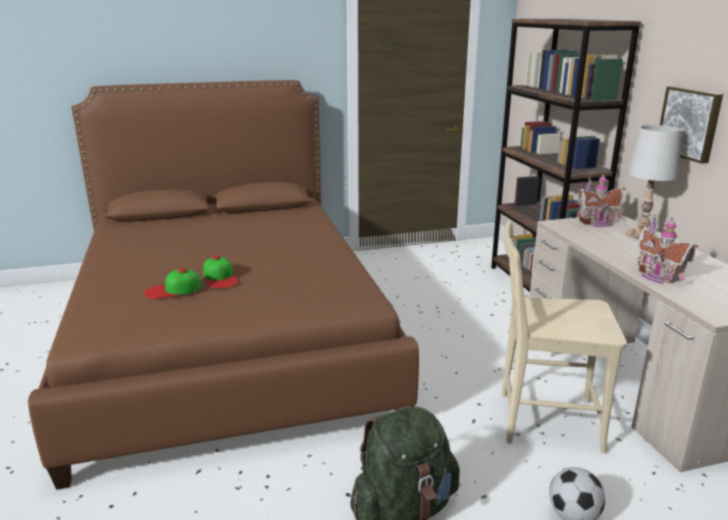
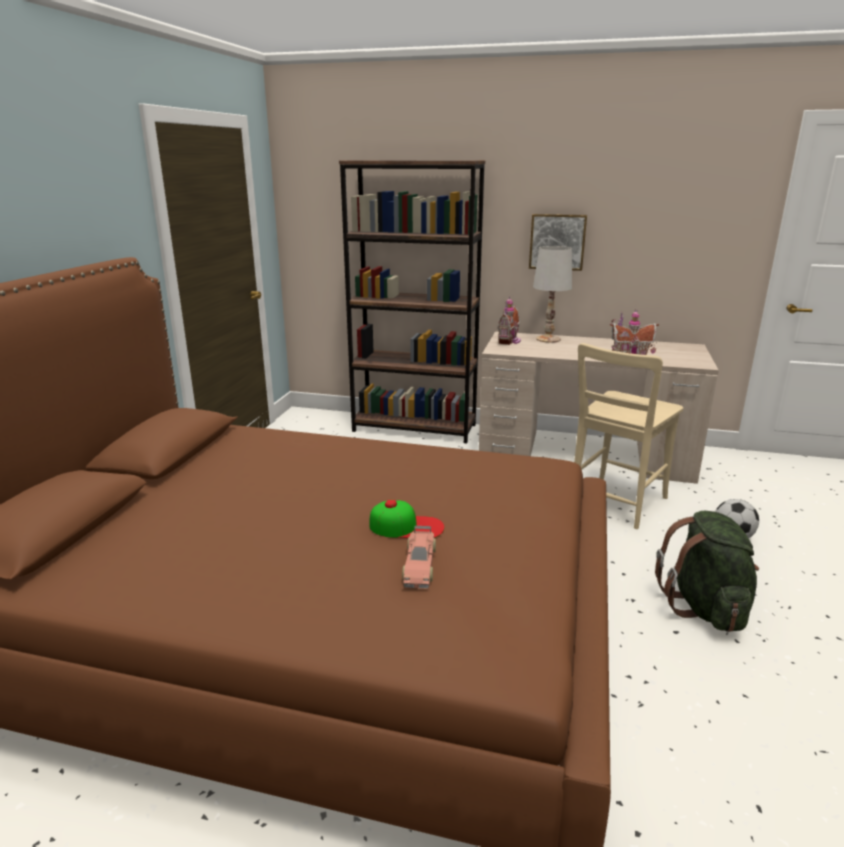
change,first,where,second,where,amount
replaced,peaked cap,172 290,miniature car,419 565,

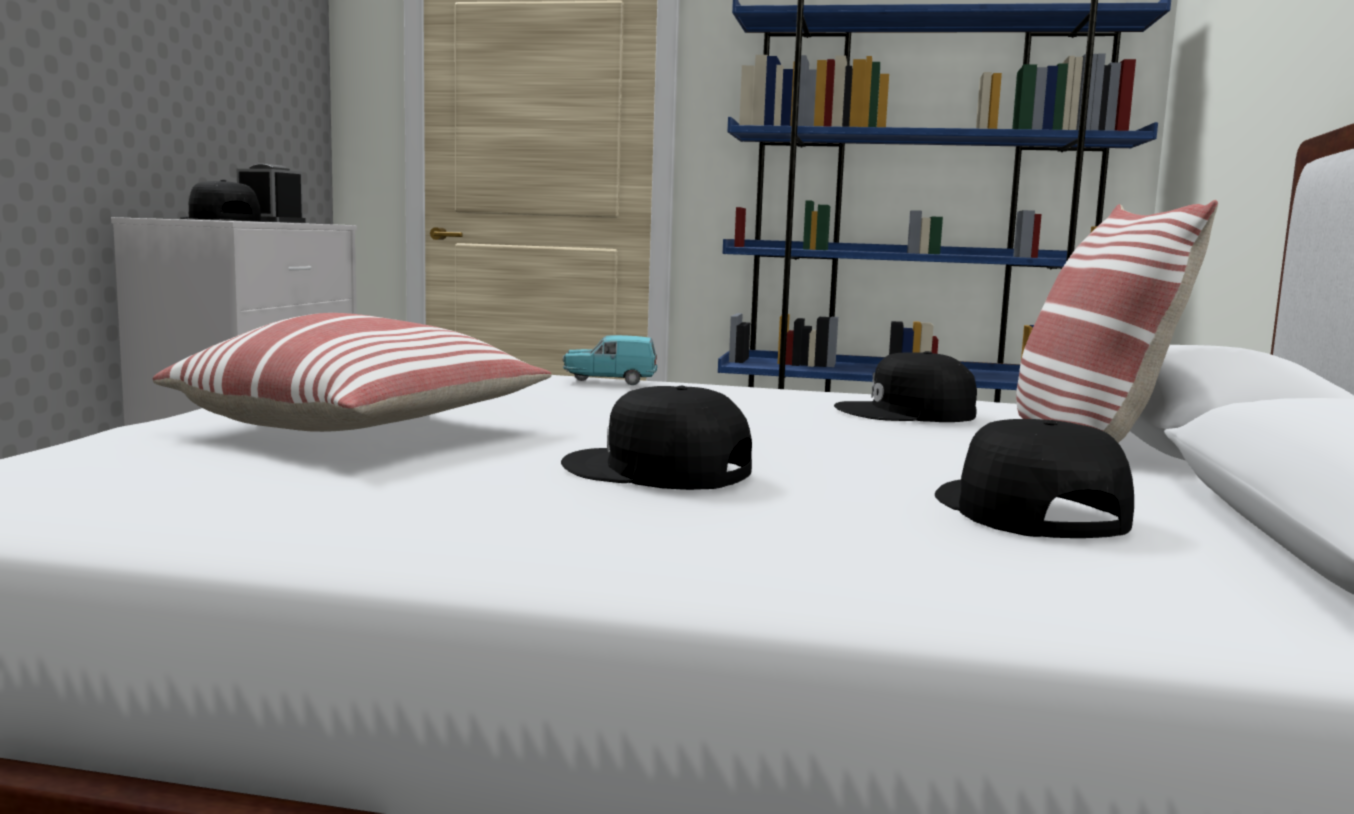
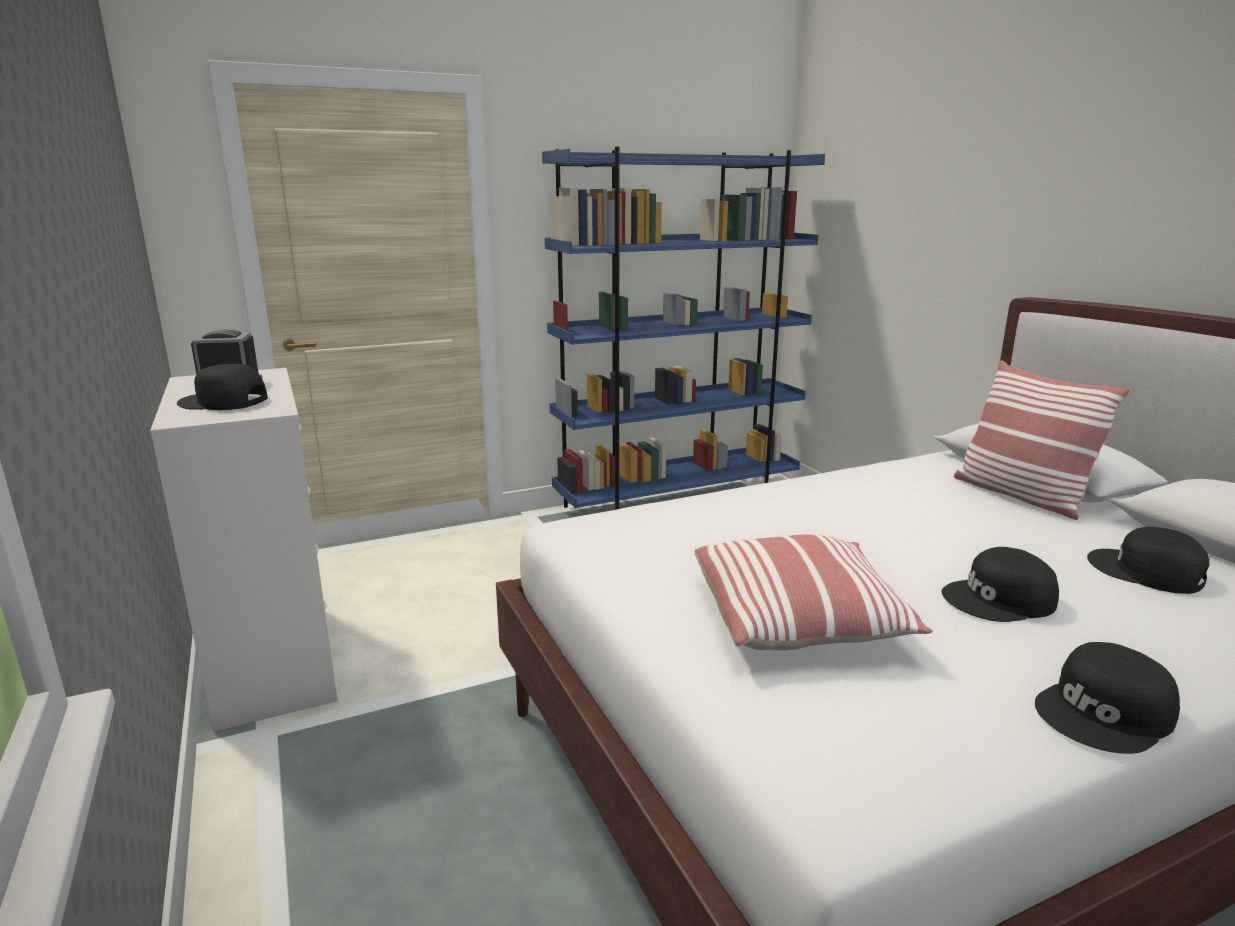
change,first,where,second,where,amount
moved,blackish peaked cap,907 413,,1106 713,
removed,turquoise-coloured miniature car,610 381,,,

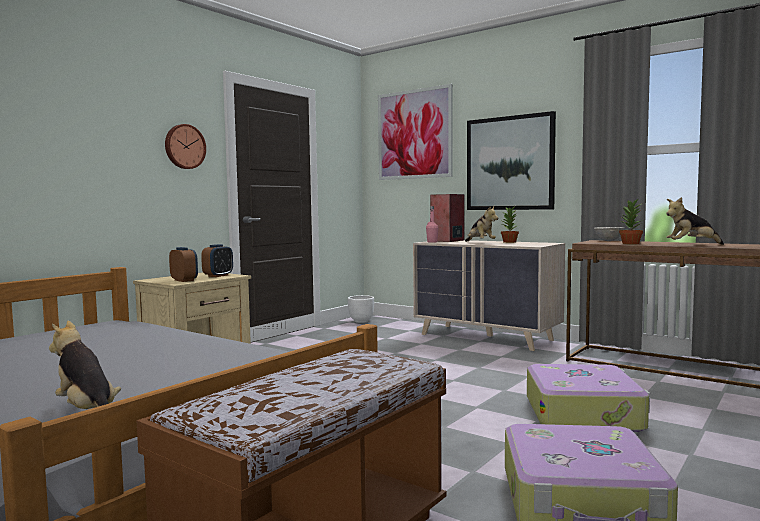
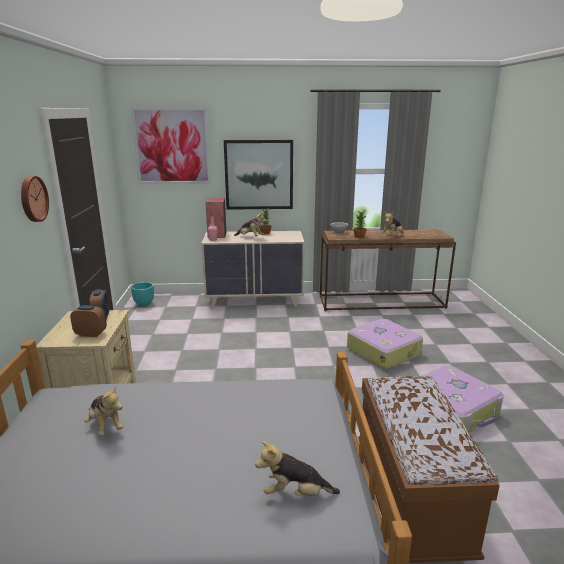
change,first,where,second,where,amount
added,,,cuddly toy,105 426,
recoloured,white-coloured planter,361 321,turquoise-coloured planter,144 304,

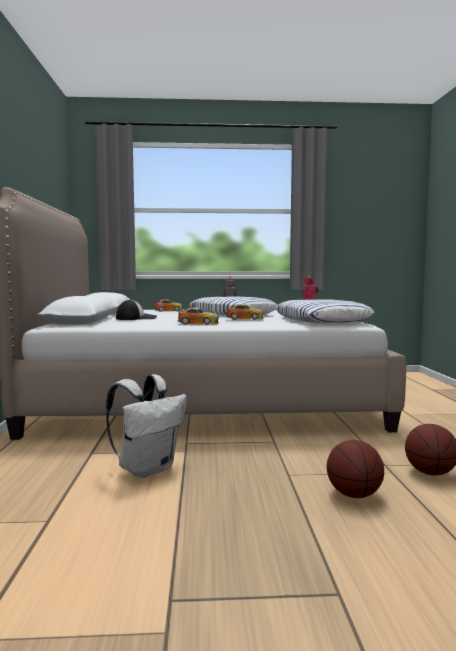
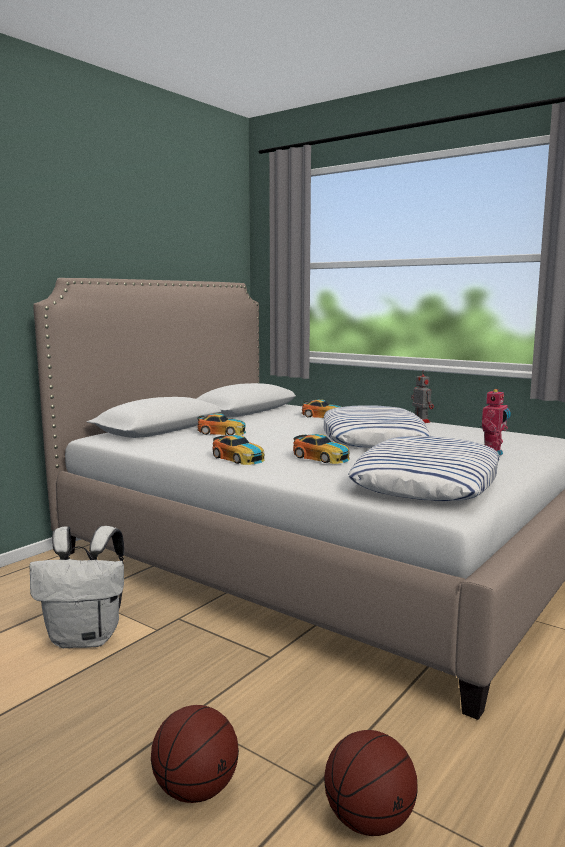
change,first,where,second,where,amount
replaced,peaked cap,136 318,miniature car,222 432,

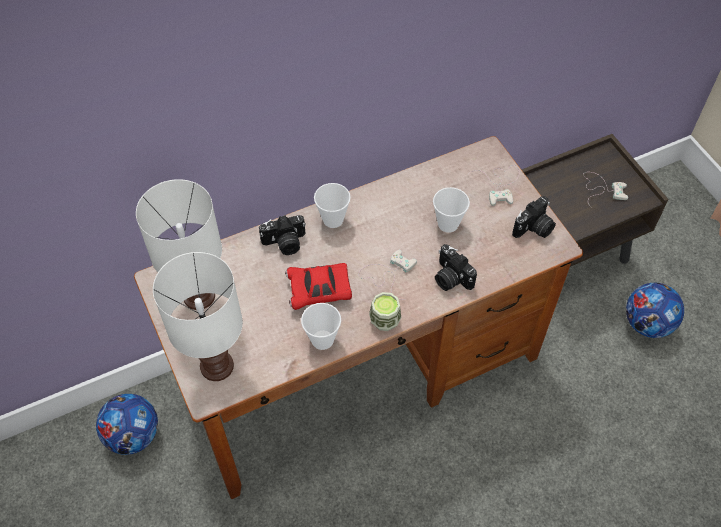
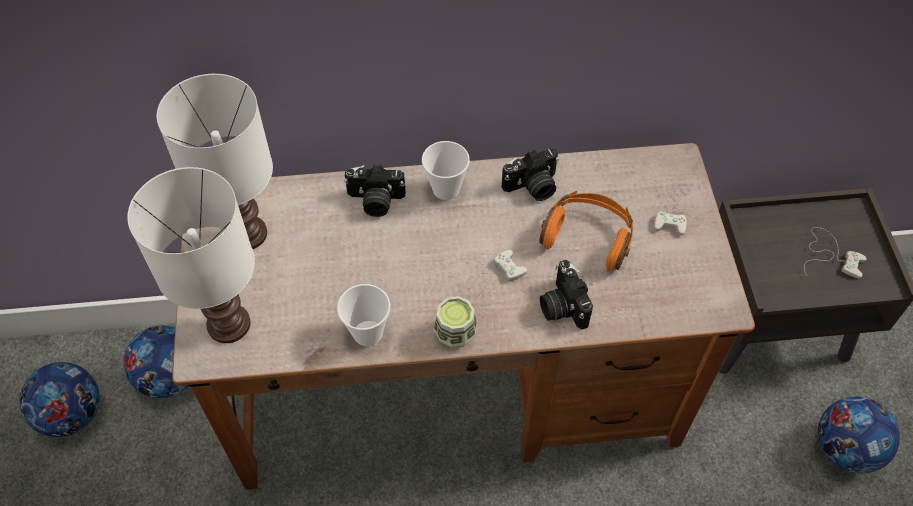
change,first,where,second,where,amount
added,,,football,72 414,
moved,still camera,534 228,,532 187,
replaced,cup,448 224,orangey headset,588 237,
removed,red-coloured miniature car,319 291,,,

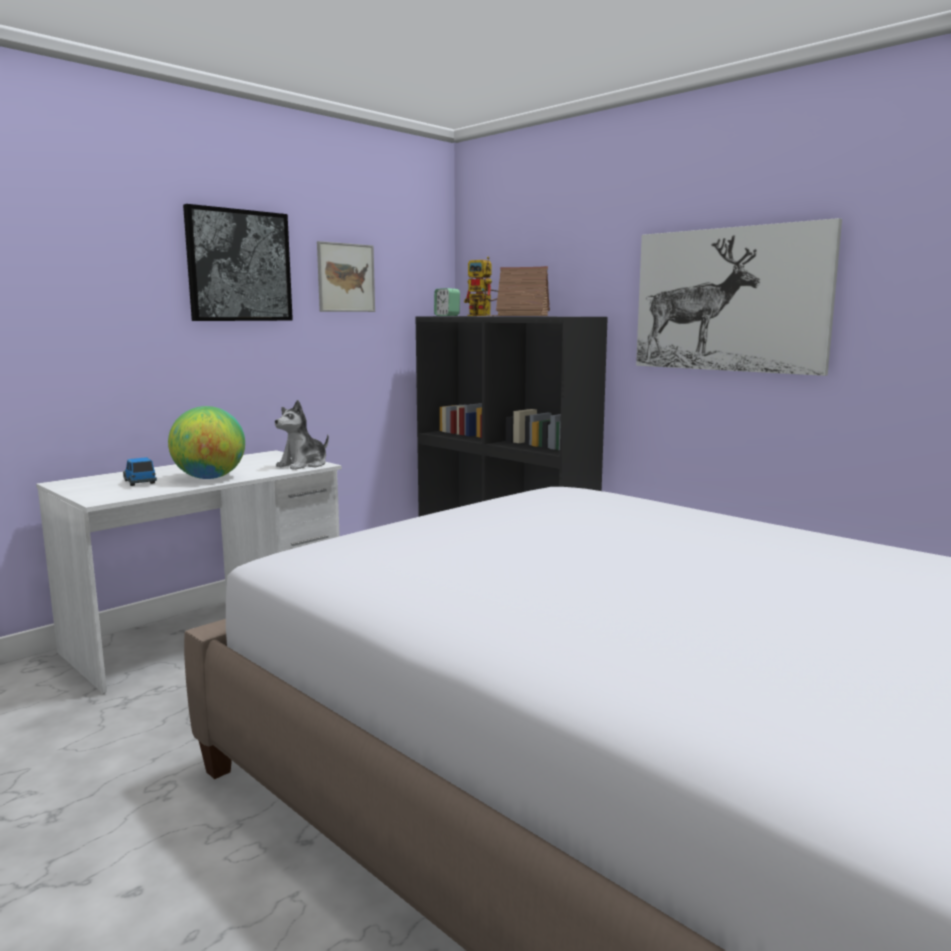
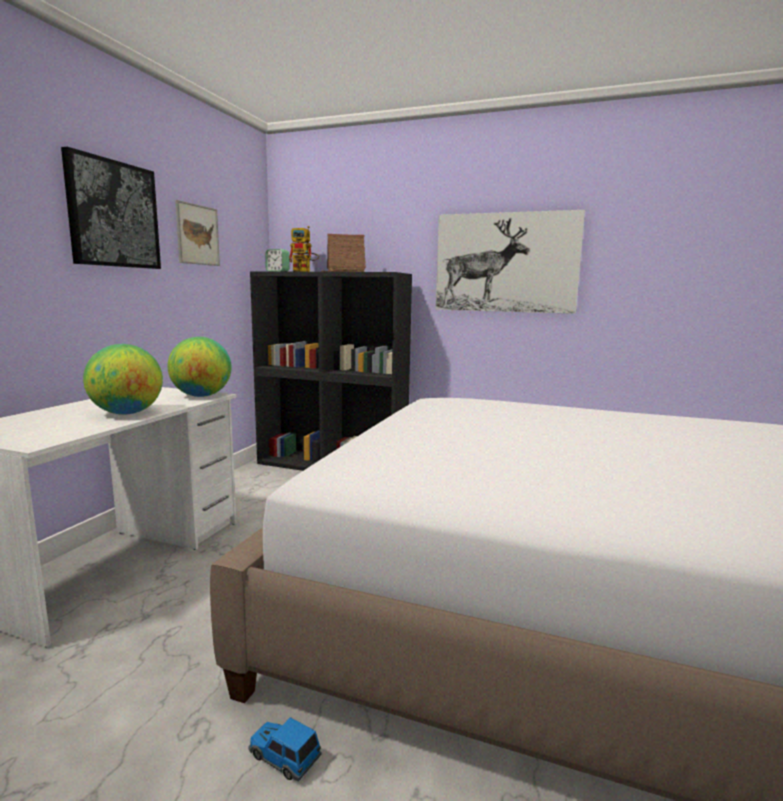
change,first,where,second,where,amount
replaced,cuddly toy,304 465,globe,202 396,
moved,miniature car,139 482,,283 757,

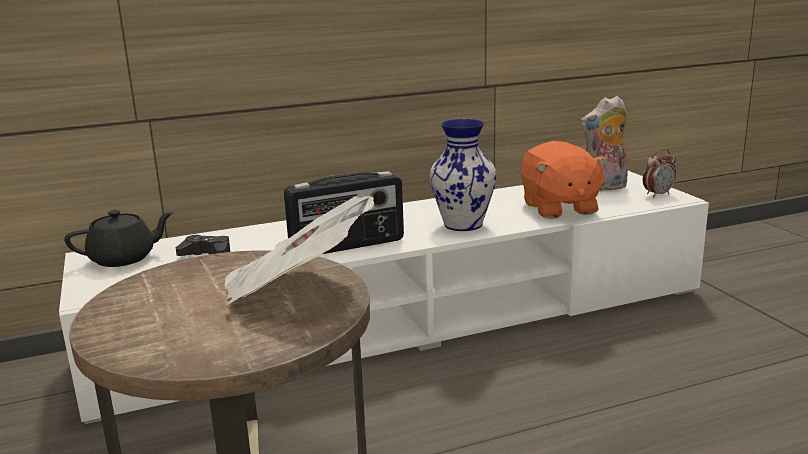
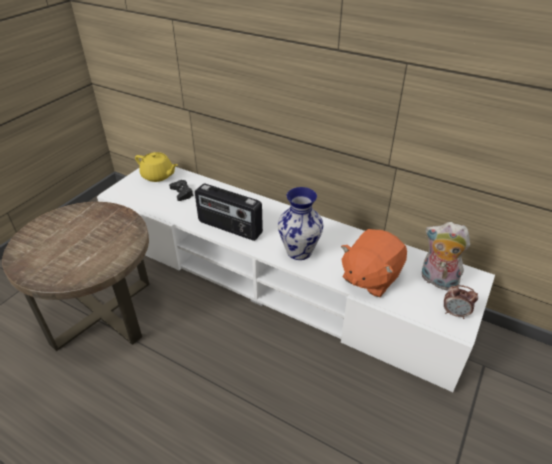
change,first,where,second,where,amount
recoloured,blackish teapot,124 258,yellowish teapot,158 176,
removed,printed paper,295 288,,,

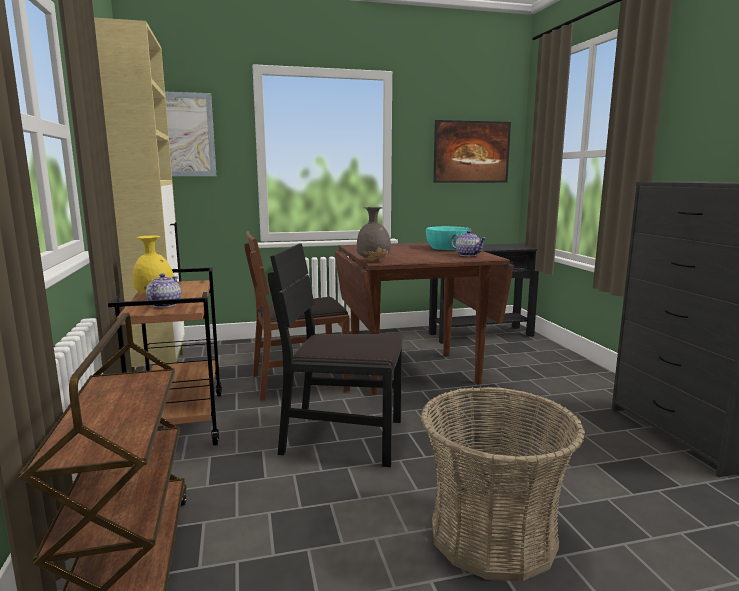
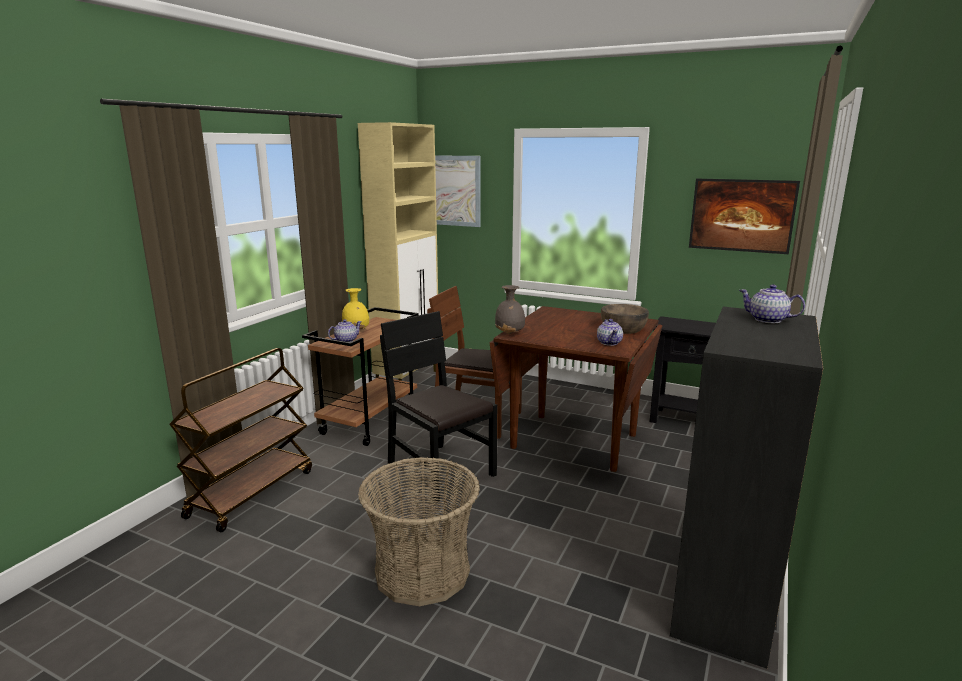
change,first,where,second,where,amount
recoloured,turquoise-coloured deep dish,448 247,brown-coloured deep dish,623 328,
added,,,teapot,768 320,

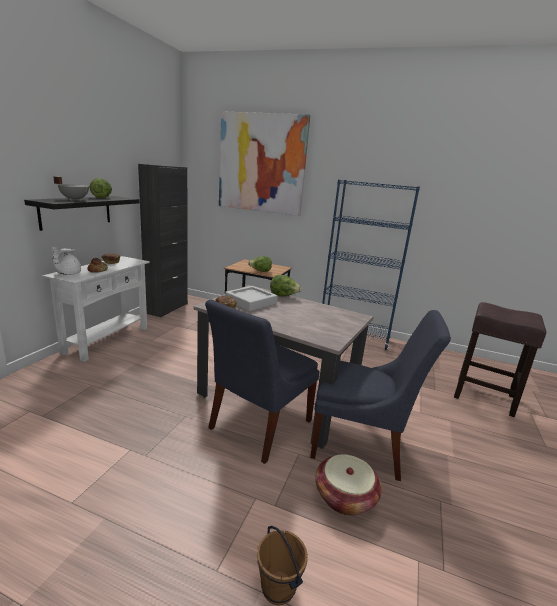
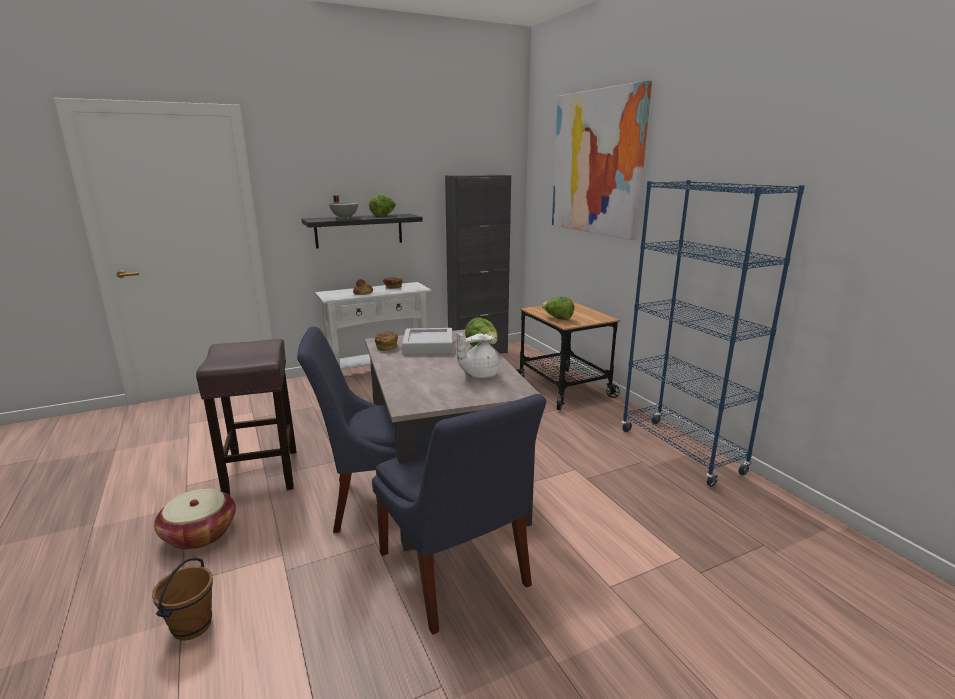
change,first,where,second,where,amount
moved,basket,345 497,,200 534,
moved,brown-coloured sitting stool,485 397,,262 474,
moved,white-coloured teapot,67 273,,478 374,

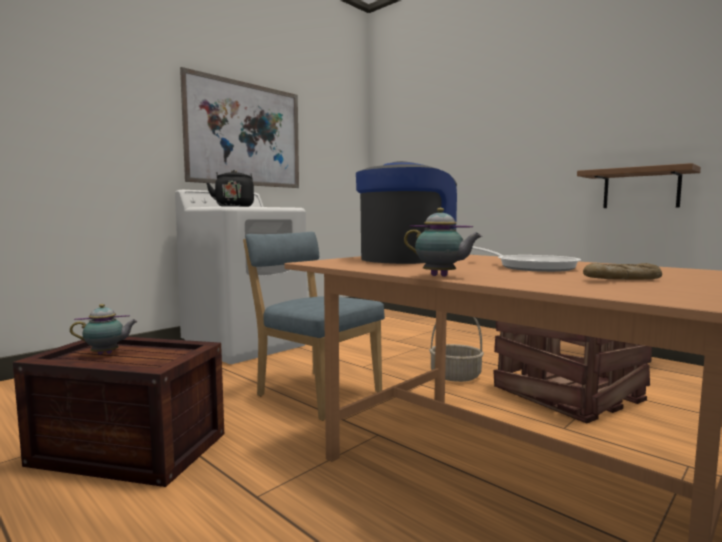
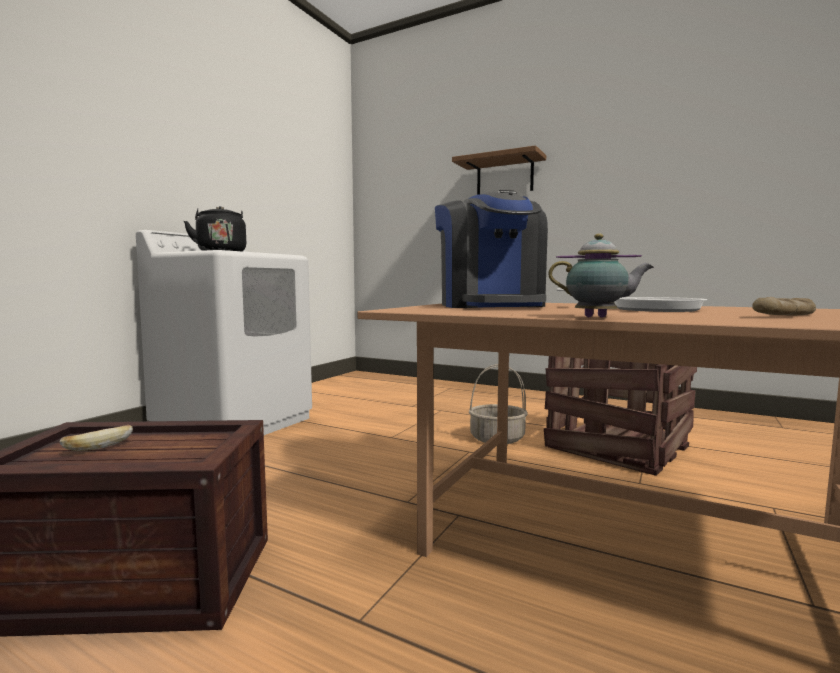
change,first,where,second,where,amount
replaced,teapot,107 354,bakery bread,98 448,
turned,coffee brewer,408 259,,490 305,135 degrees clockwise
moved,brown-coloured wall shelf,641 189,,504 176,
removed,wall picture,245 134,,,
removed,bluish chair,315 392,,,

